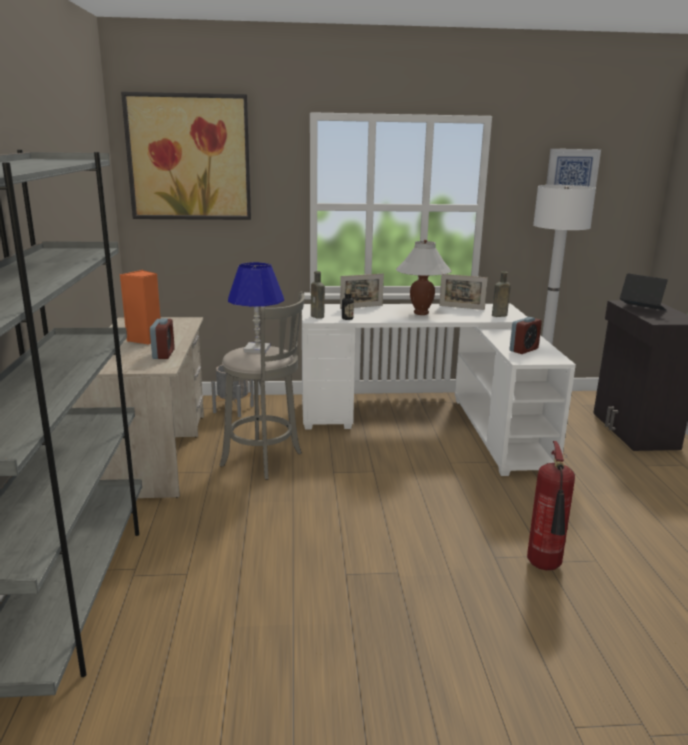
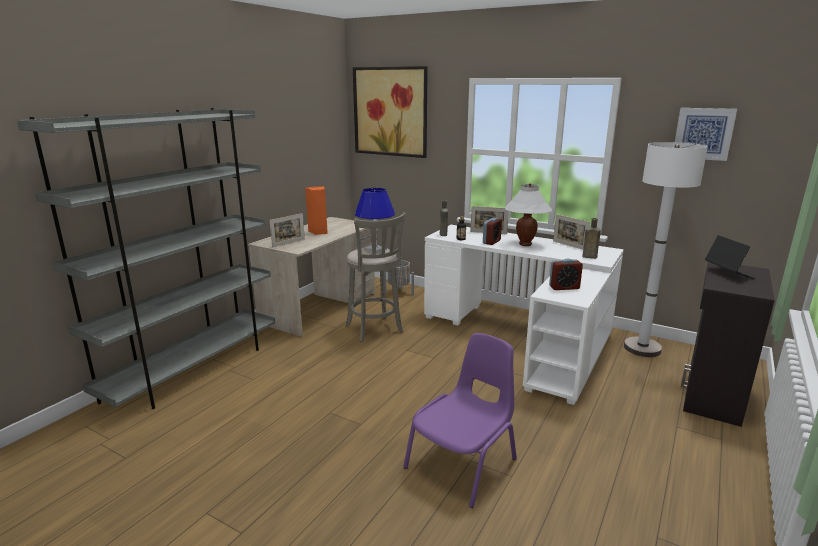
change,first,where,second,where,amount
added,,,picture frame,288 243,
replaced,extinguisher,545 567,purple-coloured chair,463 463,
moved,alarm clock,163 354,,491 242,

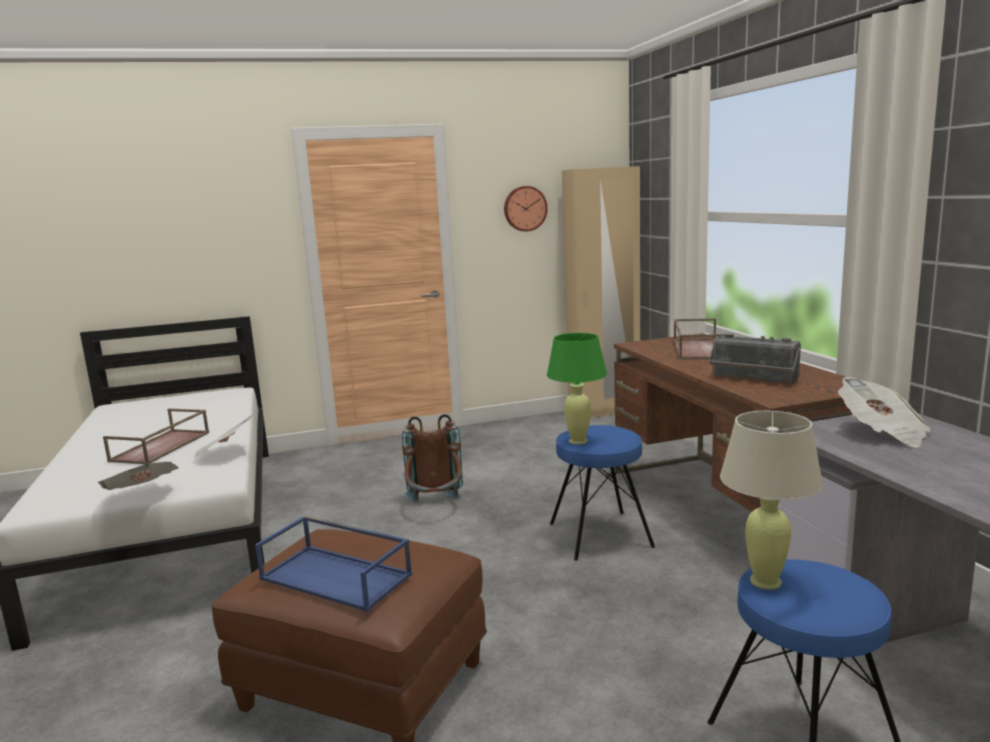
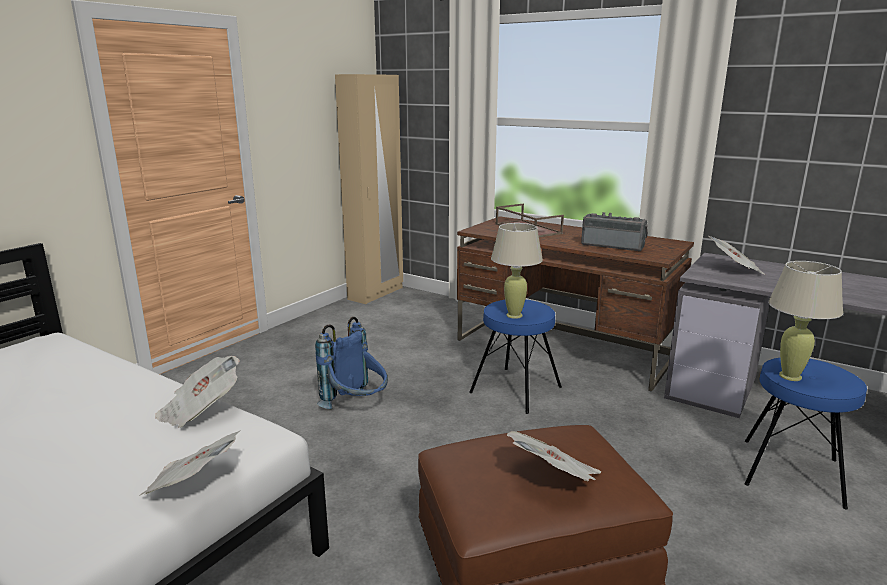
change,first,where,second,where,amount
recoloured,brown-coloured rucksack,436 507,bluish rucksack,357 408,
recoloured,green lamp for a table,578 441,beige-coloured lamp for a table,514 315,
replaced,bluish tray,338 576,printed paper,554 478,
turned,radio set,753 379,,613 246,150 degrees counterclockwise
removed,brown-coloured tray,161 447,,,
removed,hanging clock,524 208,,,

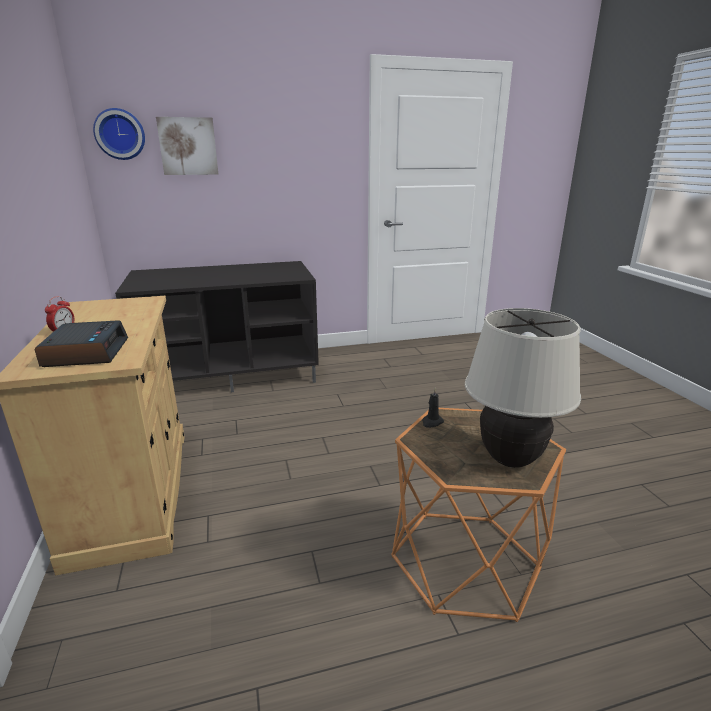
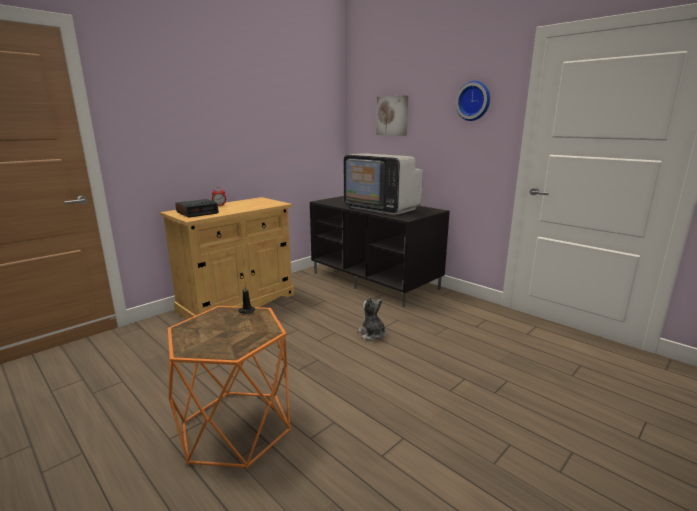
change,first,where,second,where,amount
added,,,television,381 208,
added,,,cuddly toy,372 334,
moved,hanging clock,120 134,,474 101,
removed,beige-coloured lamp for a table,510 459,,,

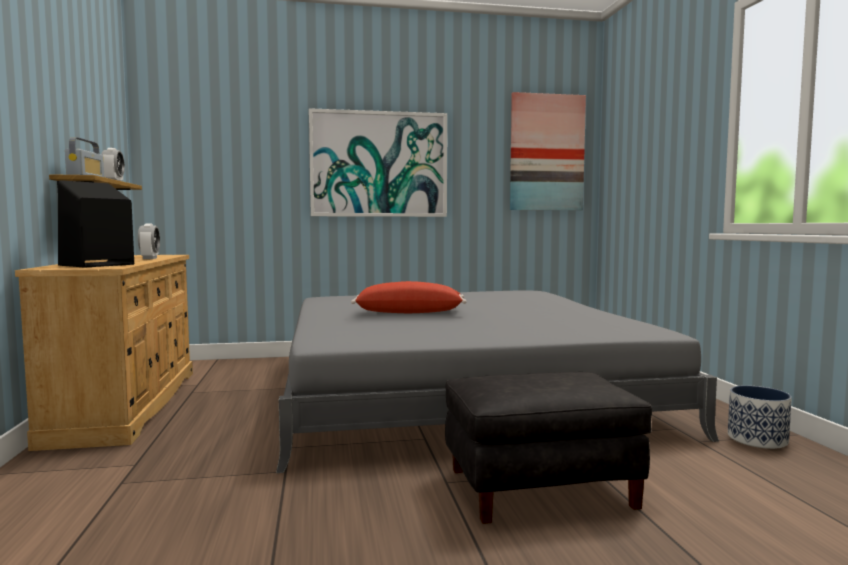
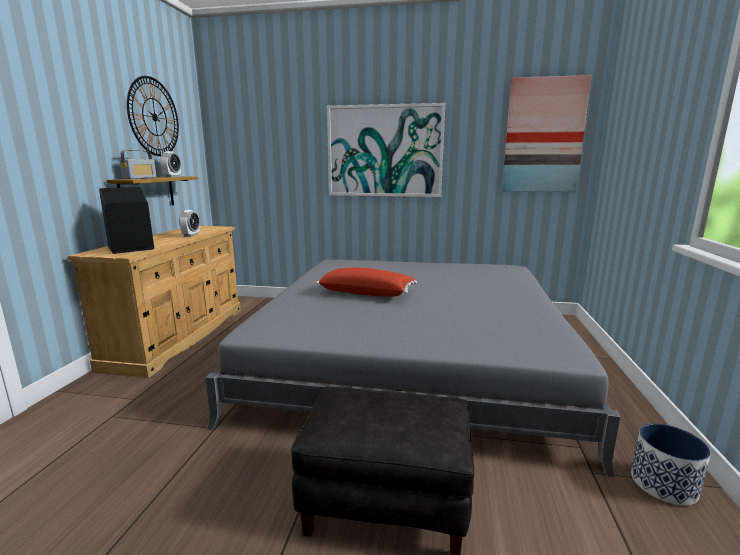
change,first,where,second,where,amount
added,,,hanging clock,154 117,

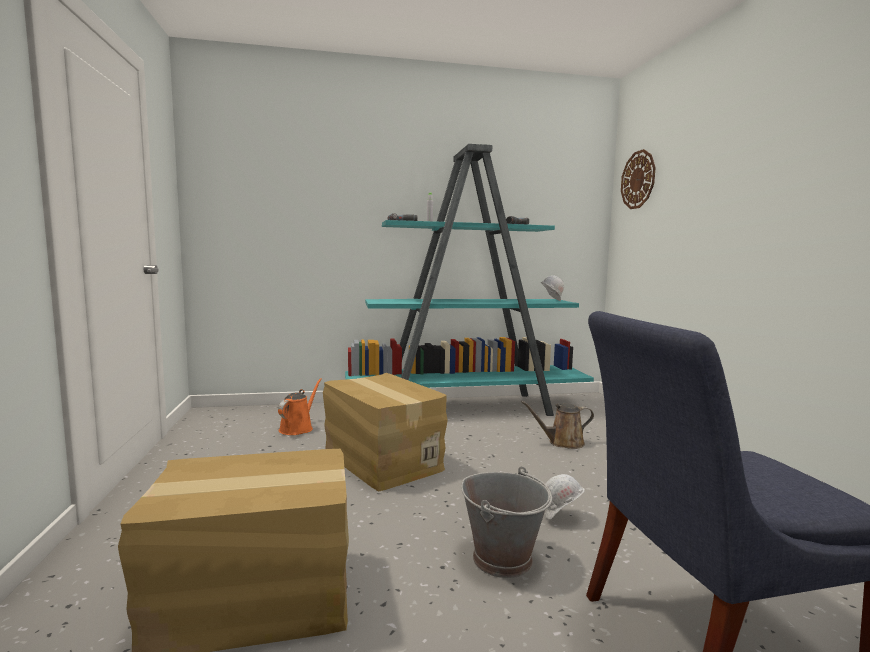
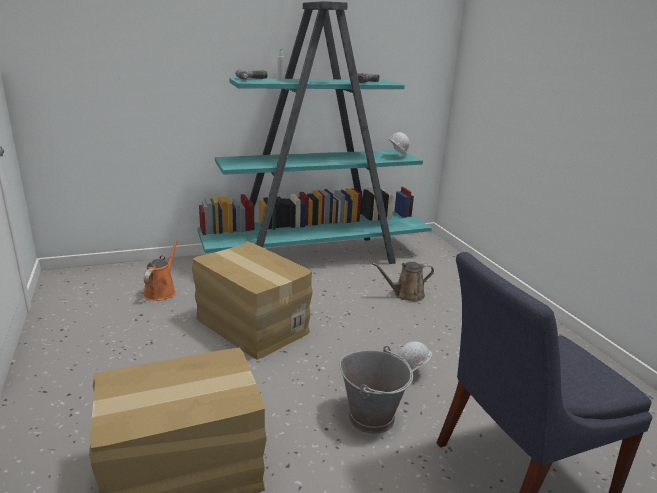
change,first,where,second,where,amount
removed,hanging clock,638 180,,,

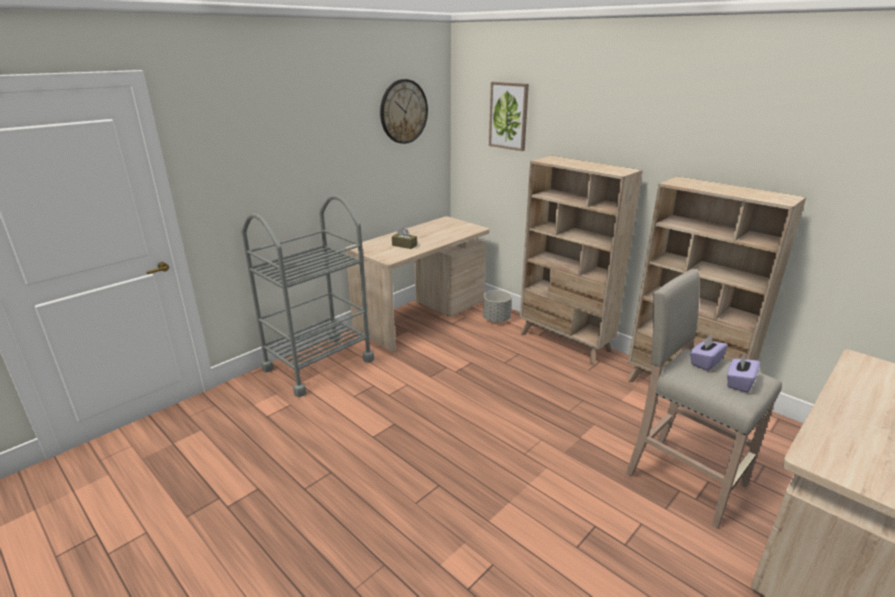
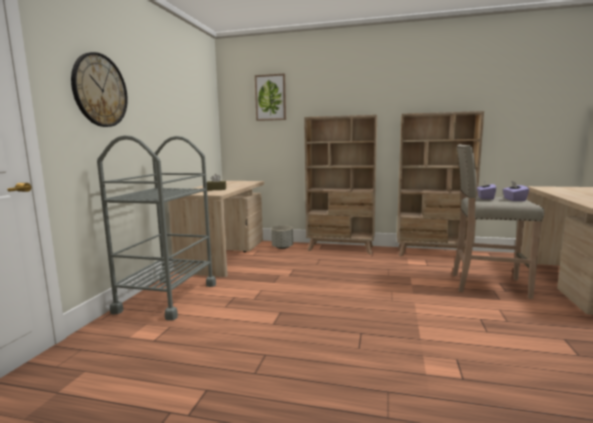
change,first,where,second,where,amount
moved,hanging clock,403 111,,100 90,

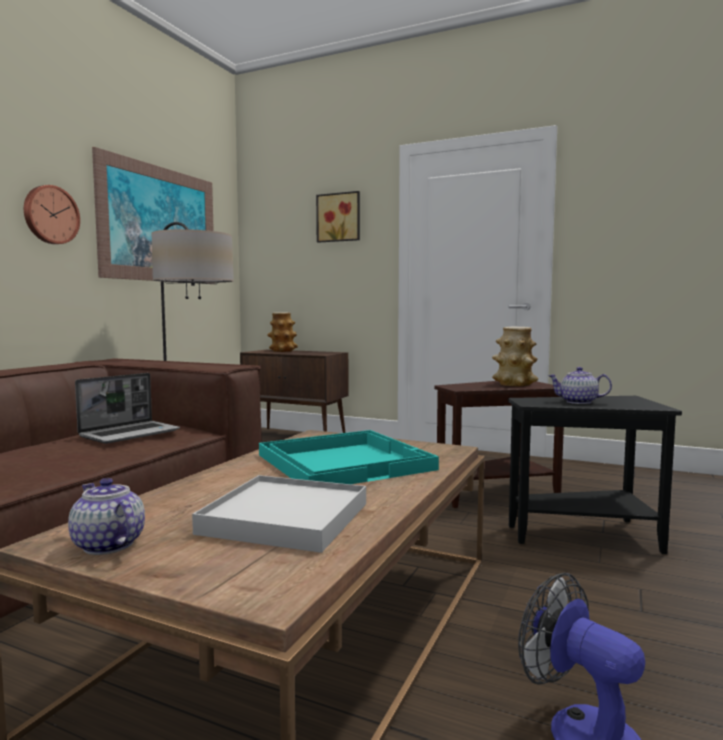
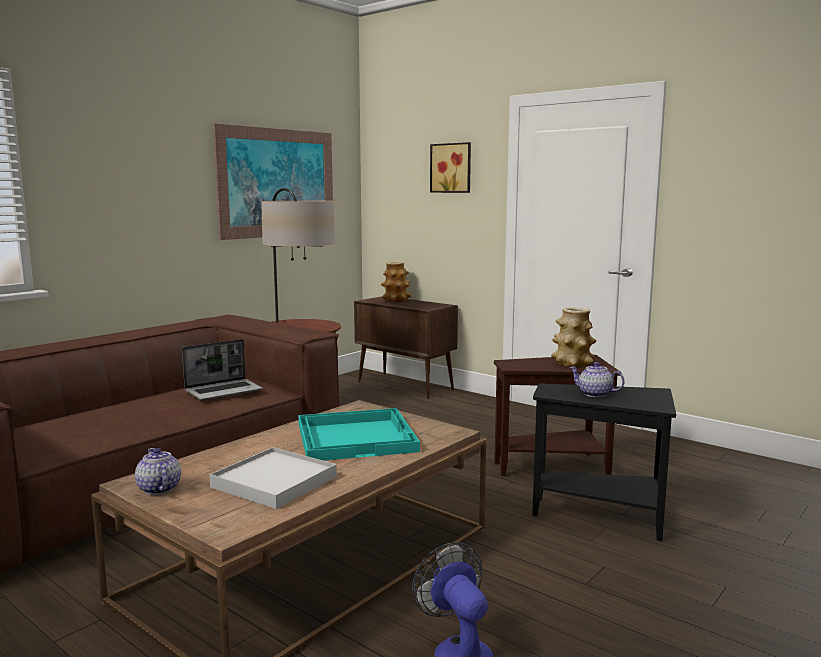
change,first,where,second,where,amount
removed,hanging clock,50 215,,,

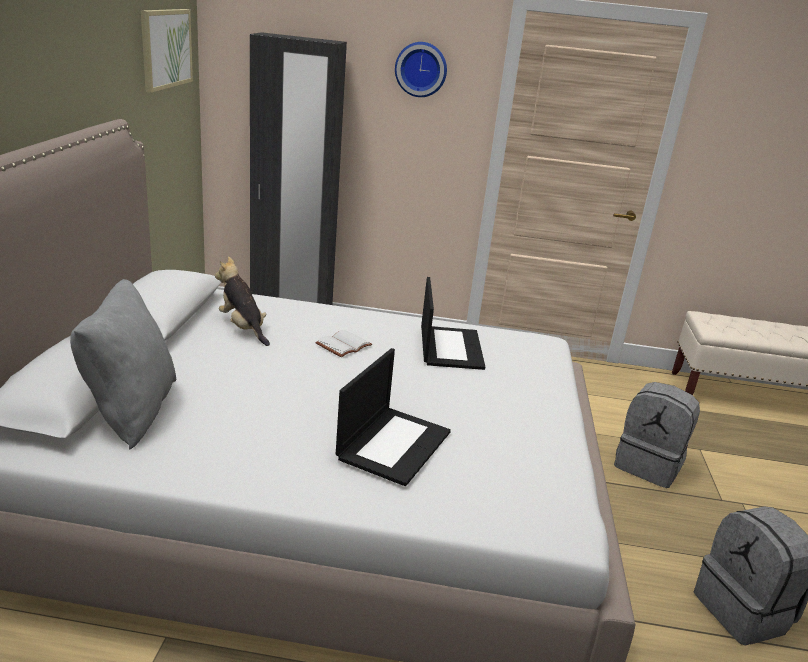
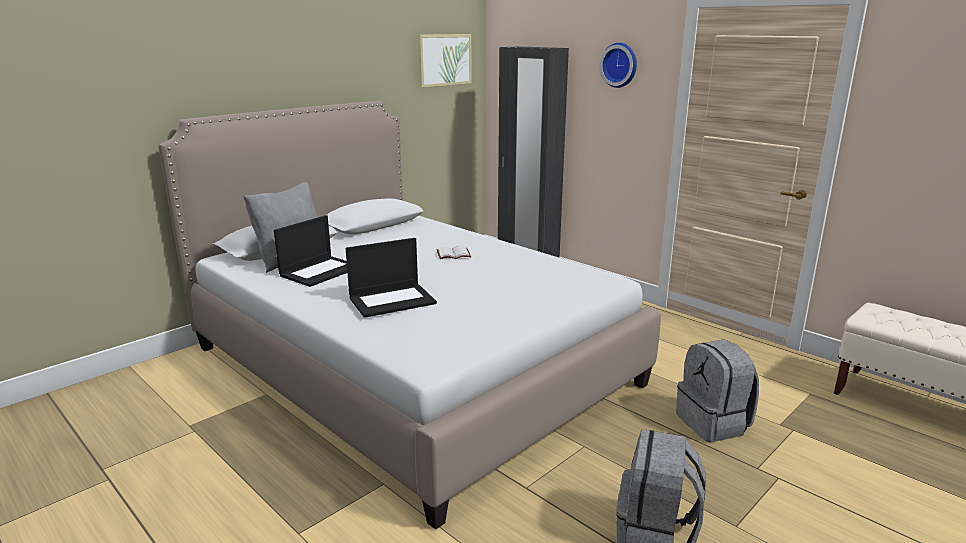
change,first,where,second,where,amount
moved,notebook computer,450 347,,320 271,
removed,cuddly toy,243 328,,,

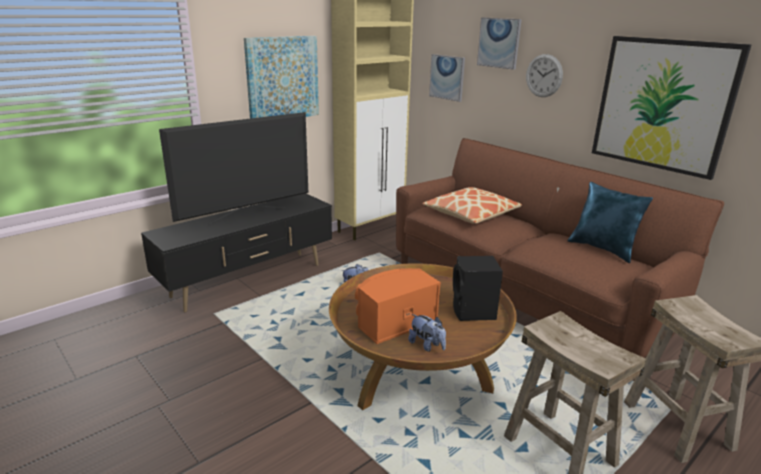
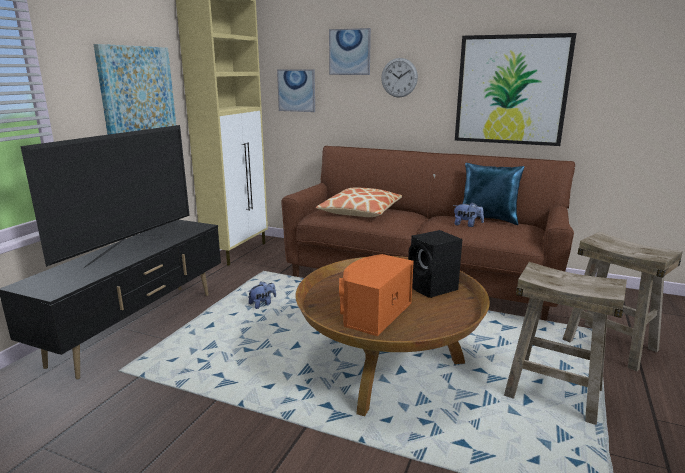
change,first,where,second,where,amount
moved,cuddly toy,427 345,,467 225,

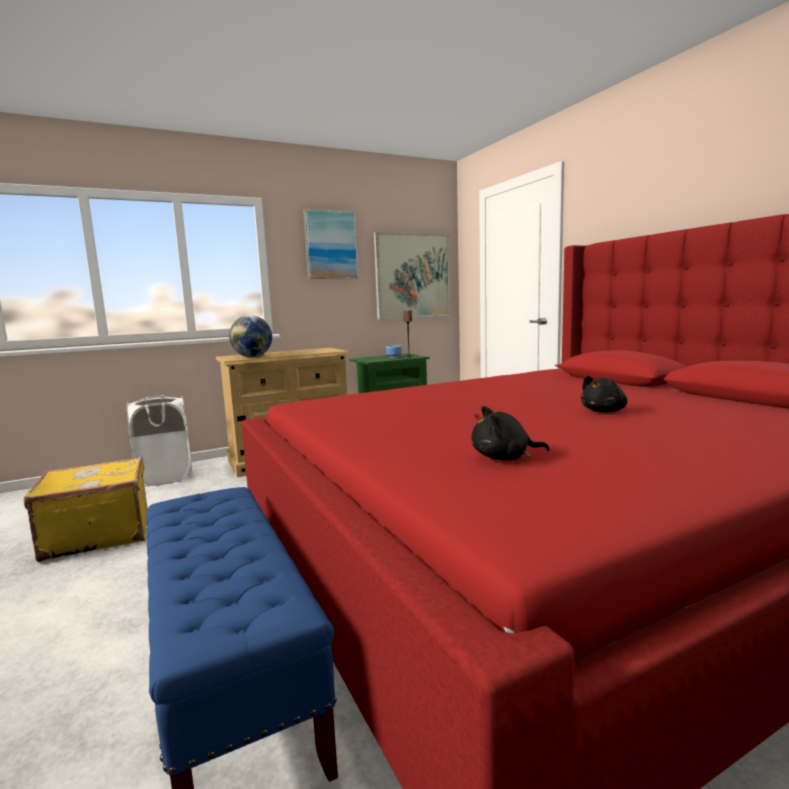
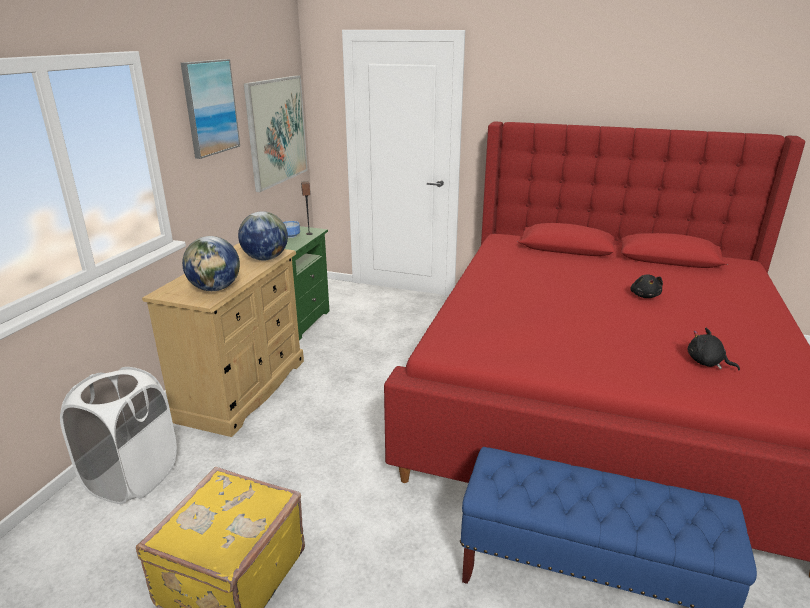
change,first,where,second,where,amount
added,,,globe,265 258,
turned,blackish cuddly toy,504 458,,707 363,90 degrees clockwise

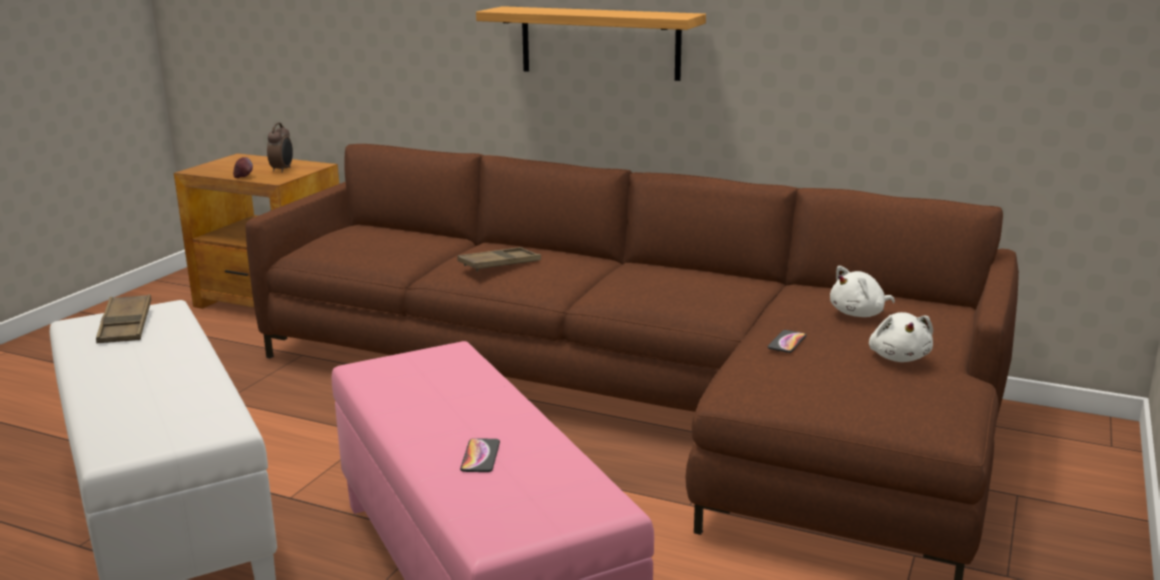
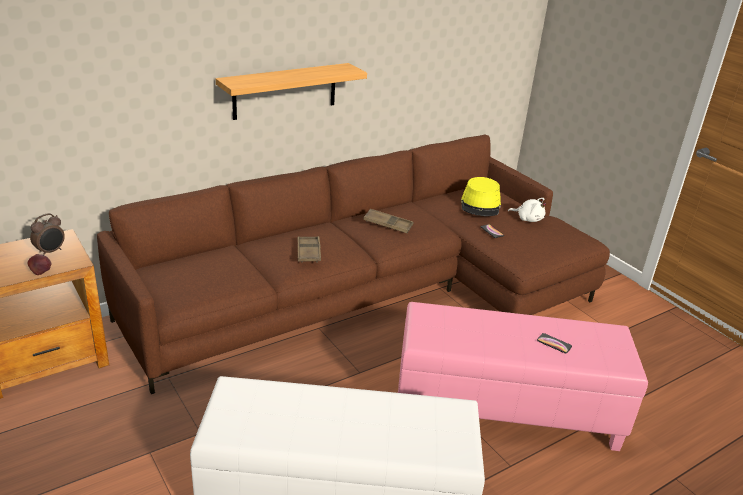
change,first,where,second,where,amount
turned,alarm clock,282 170,,51 251,90 degrees clockwise
moved,brown-coloured tray,126 326,,388 224,
replaced,white-coloured cuddly toy,859 314,yellowish wearable hat,480 205,

